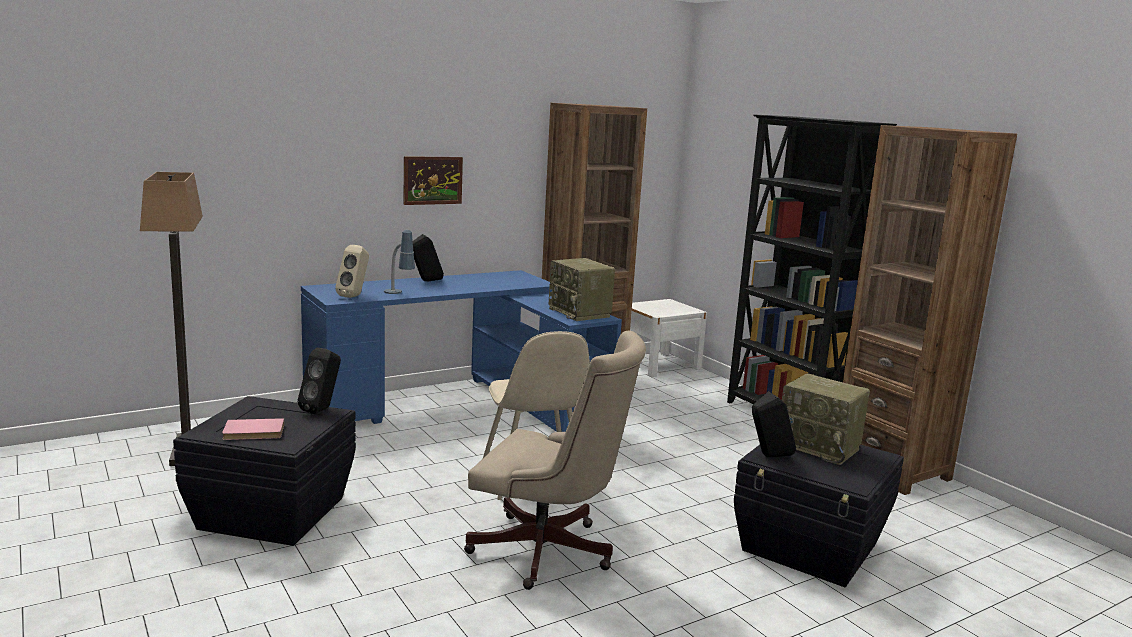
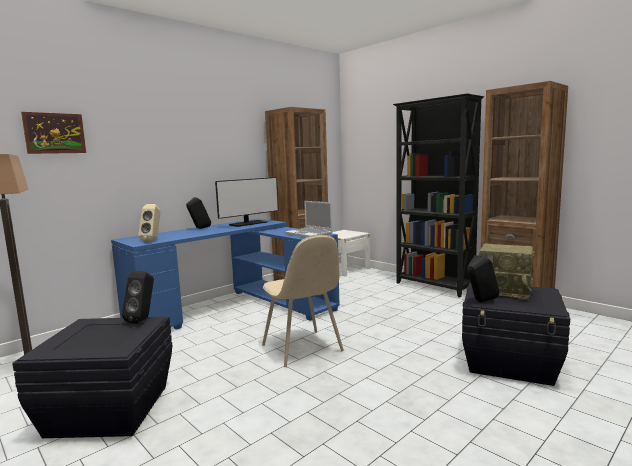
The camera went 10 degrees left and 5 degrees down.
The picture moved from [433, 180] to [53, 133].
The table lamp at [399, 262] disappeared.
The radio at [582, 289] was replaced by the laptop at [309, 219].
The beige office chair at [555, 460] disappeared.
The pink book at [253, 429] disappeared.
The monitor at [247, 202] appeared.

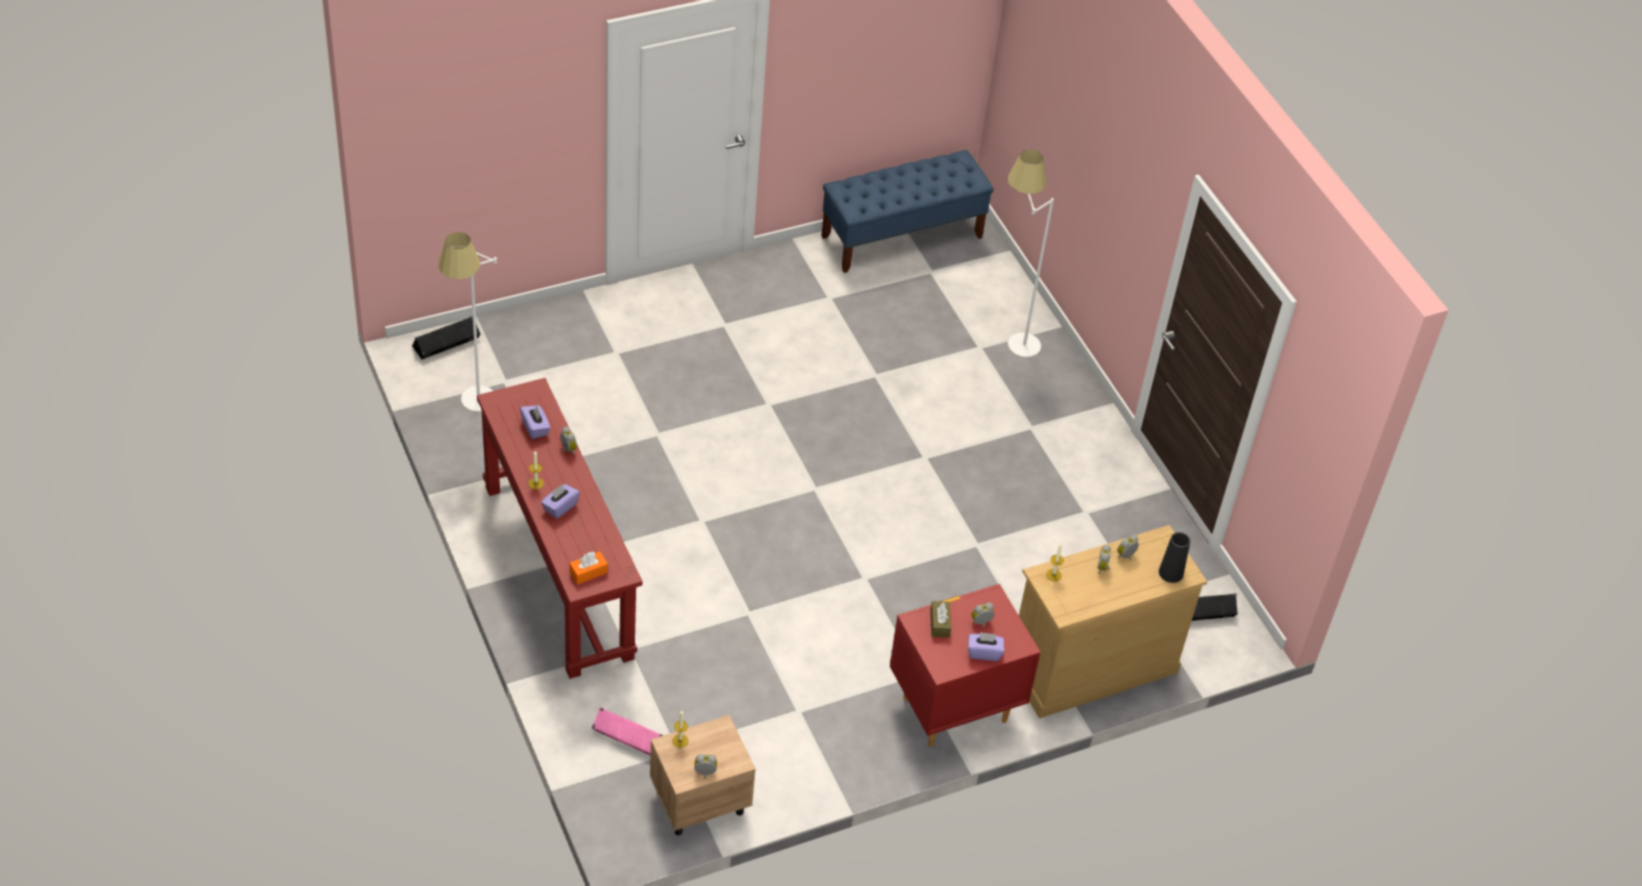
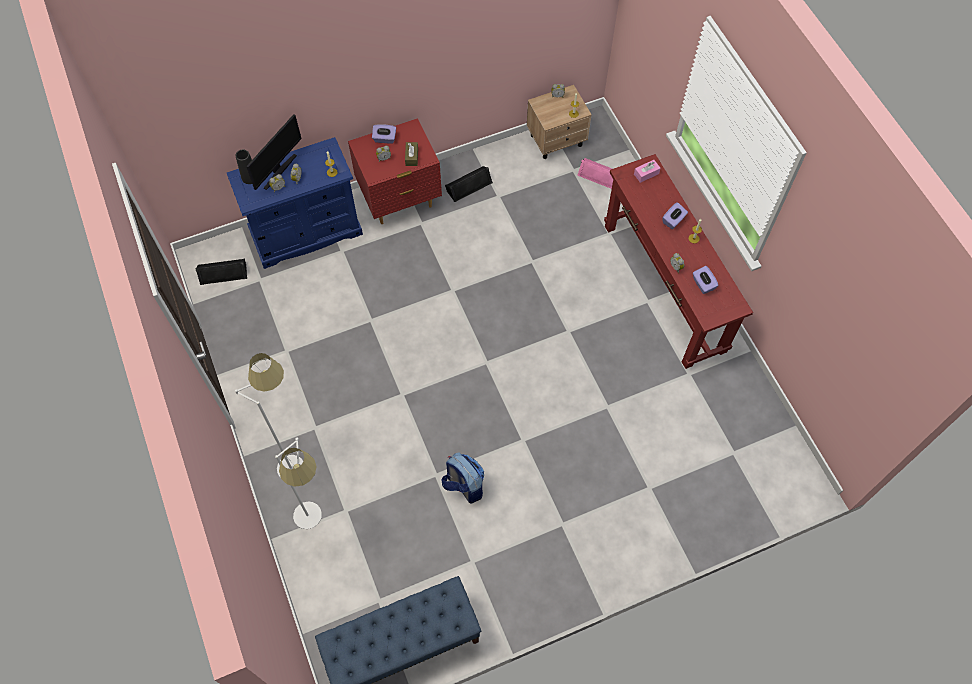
The camera went 175 degrees left and 15 degrees up.
The white floor lamp moved from [467, 322] to [269, 415].
The black speaker moved from [446, 337] to [469, 184].
The beige dresser at [1113, 621] became the blue dresser at [295, 203].
The orange tissue box at [588, 567] became the pink tissue box at [647, 171].
The monitor at [274, 152] appeared.
The backpack at [463, 478] appeared.

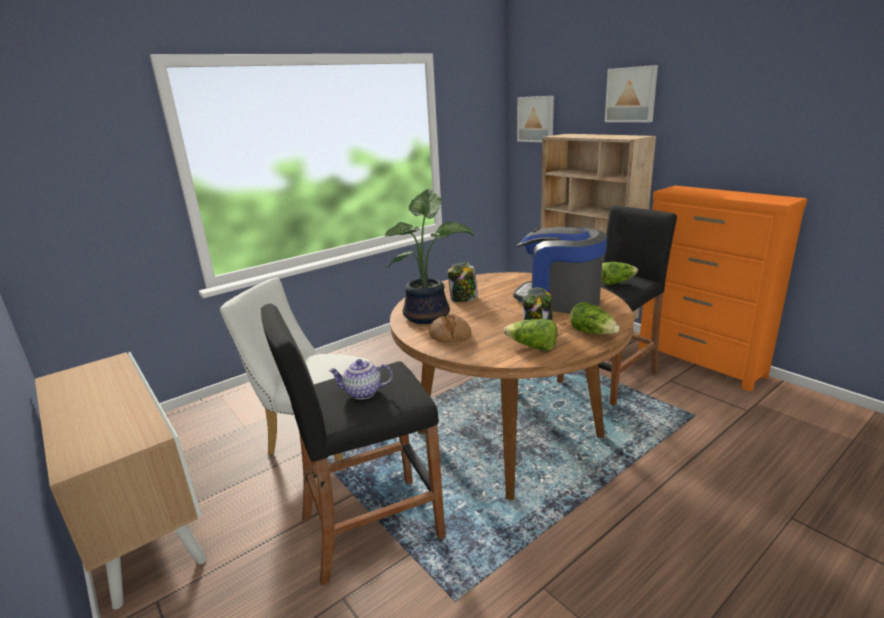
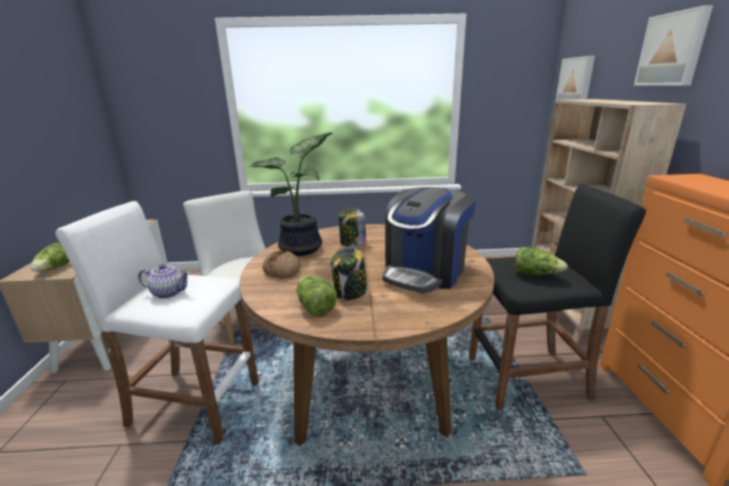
The camera went 35 degrees right and 0 degrees up.
The coffee machine at [560, 270] turned 120 degrees counterclockwise.
The lettuce moved from [595, 318] to [50, 257].
The black stool at [353, 444] became the white stool at [157, 322].
The teapot at [360, 379] turned 150 degrees clockwise.

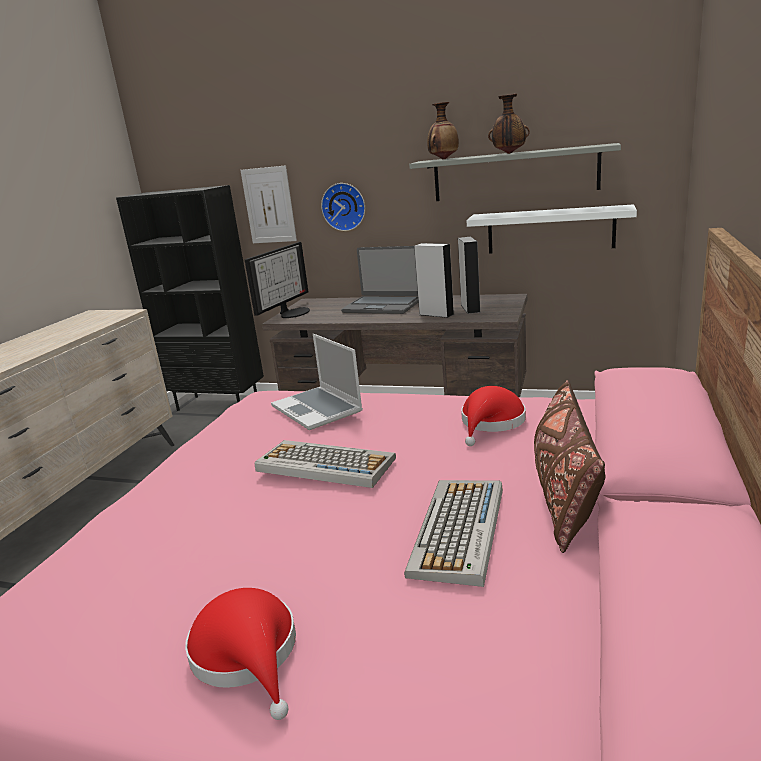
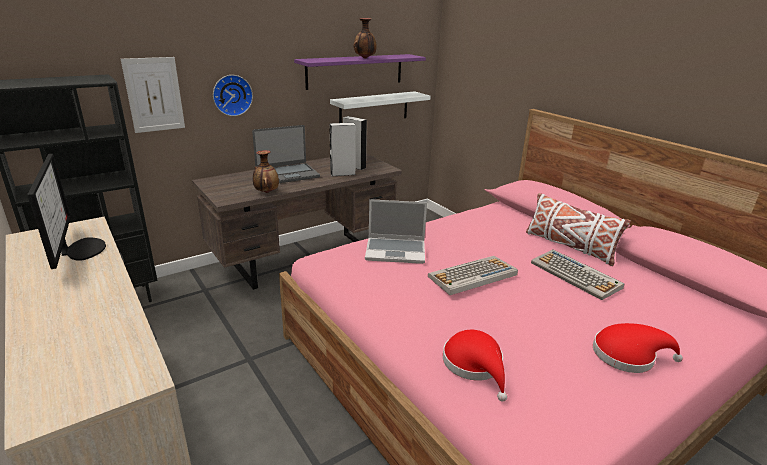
The camera went 55 degrees left and 5 degrees up.
The vase moved from [443, 130] to [266, 171].
The grey shelf at [515, 172] became the purple shelf at [360, 72].
The monitor moved from [277, 280] to [66, 211].
The brown pillow at [569, 466] became the white pillow at [578, 229].
The red hat moved from [493, 416] to [475, 365].

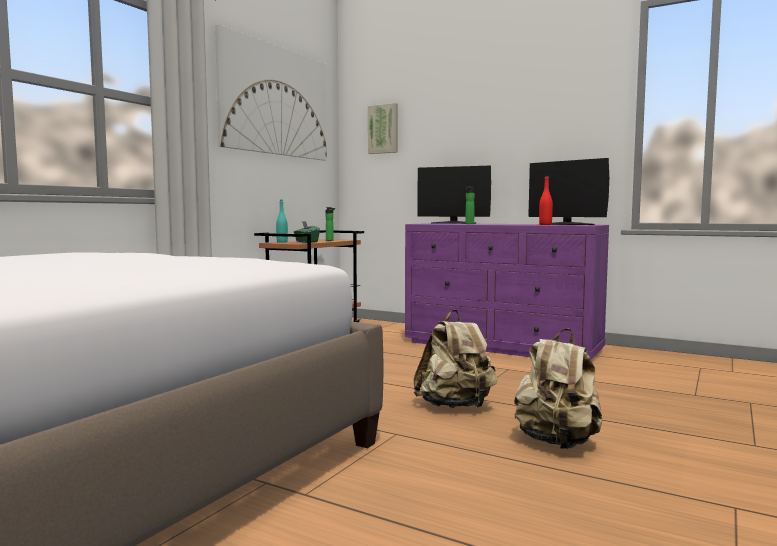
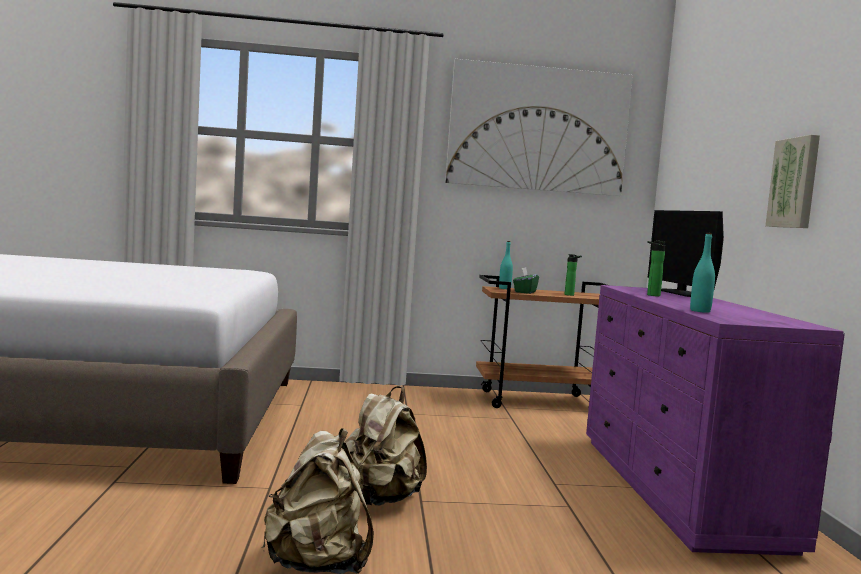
The camera went 55 degrees right and 0 degrees up.
The picture moved from [383, 128] to [792, 181].
The monitor at [568, 191] disappeared.
The red bottle at [546, 200] became the turquoise bottle at [702, 273].

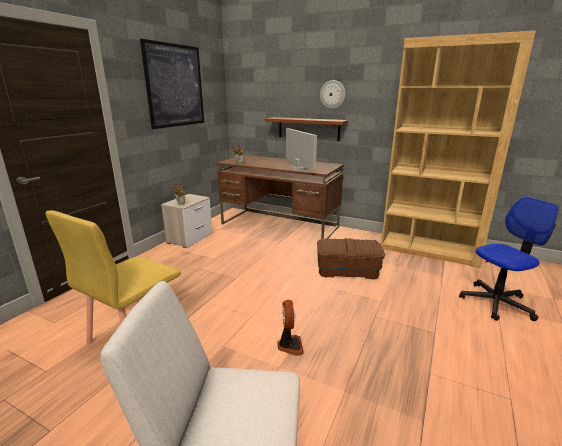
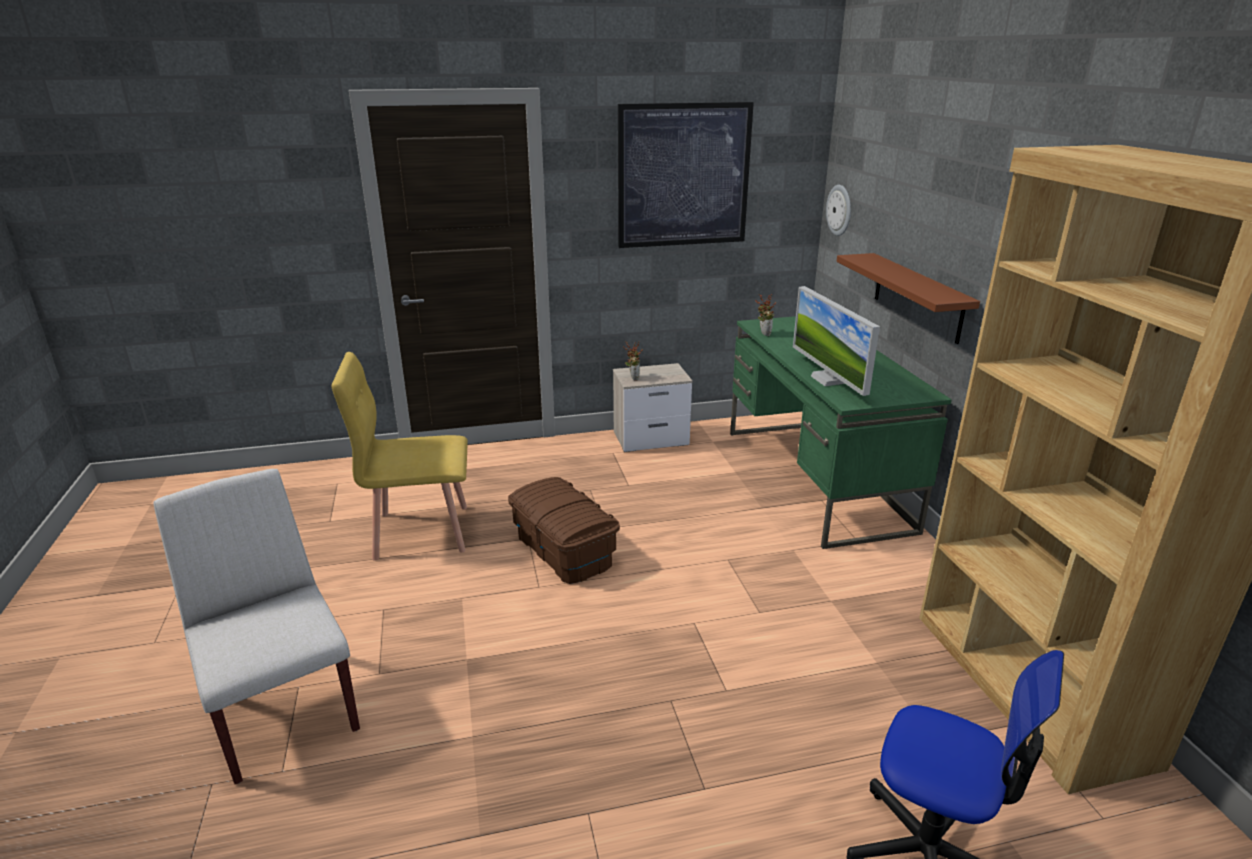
The camera went 50 degrees right and 5 degrees up.
The wall clock moved from [333, 94] to [838, 210].
The monitor at [301, 149] turned 135 degrees clockwise.
The brown desk at [280, 197] became the green desk at [841, 432].
The brown storage box moved from [351, 258] to [564, 530].
The fan at [290, 328] disappeared.

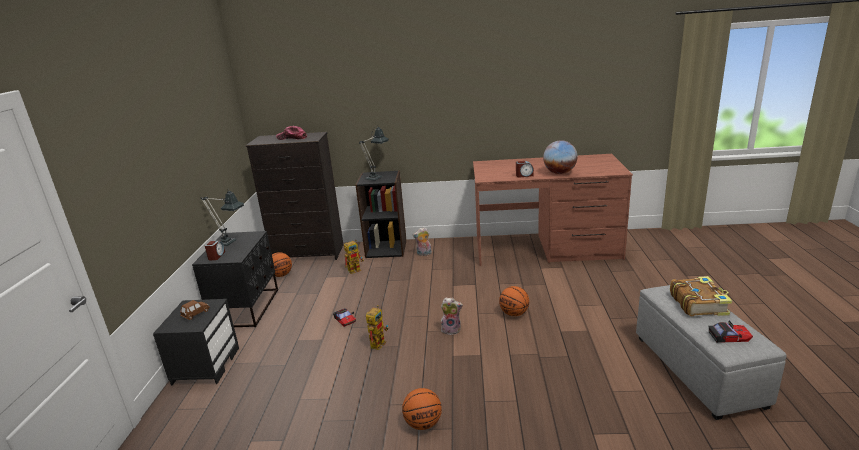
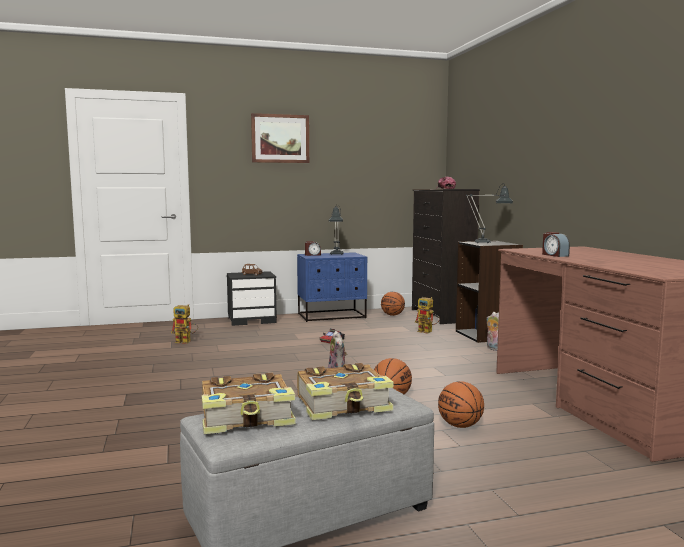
The camera went 70 degrees right and 15 degrees down.
The globe at [560, 157] disappeared.
The black nightstand at [235, 279] became the blue nightstand at [332, 287].
The toy robot moved from [377, 327] to [184, 324].
The toy car at [730, 331] was replaced by the book at [249, 403].
The basketball moved from [422, 409] to [461, 404].
The picture at [280, 138] appeared.

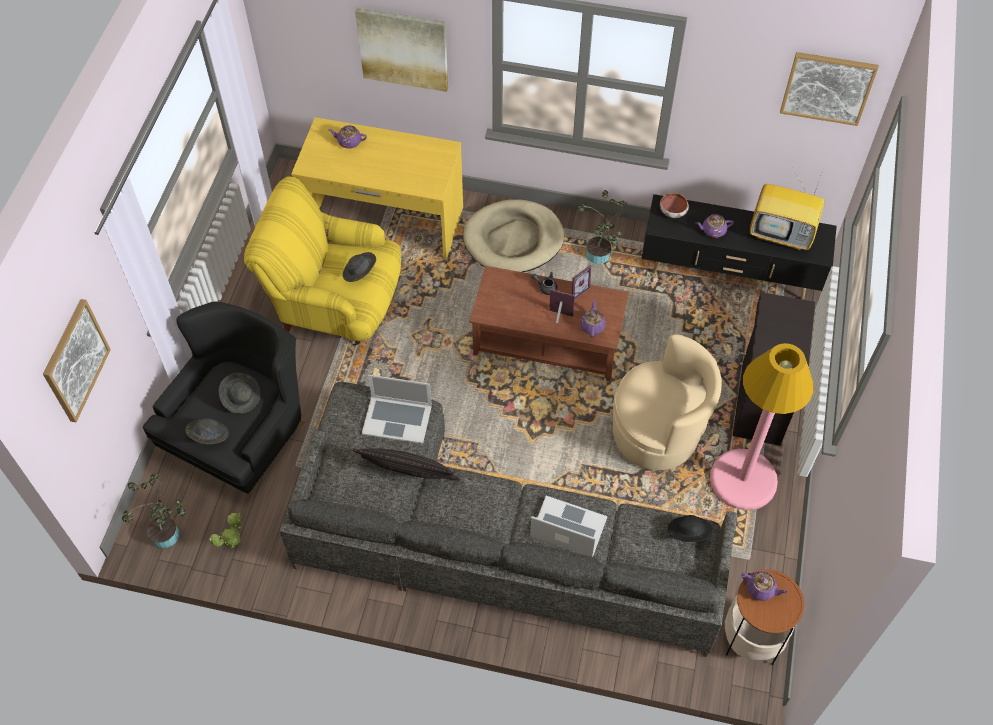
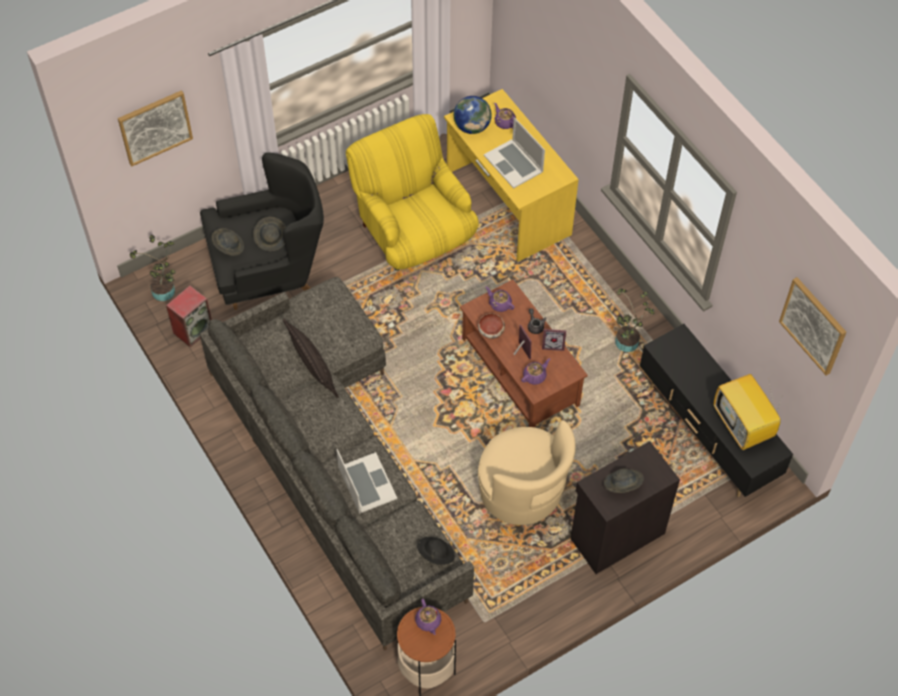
The camera went 45 degrees right and 0 degrees up.
The picture at [401, 50] disappeared.
The bowl moved from [674, 205] to [491, 326].
The beige dog bed at [514, 235] disappeared.
The purple teapot moved from [715, 226] to [500, 299].
The grey hat moved from [359, 267] to [624, 480].
The pink floor lamp at [762, 426] disappeared.
The laptop moved from [397, 409] to [514, 153].
The potted plant at [225, 531] was replaced by the speaker at [189, 316].
The globe at [473, 115] appeared.

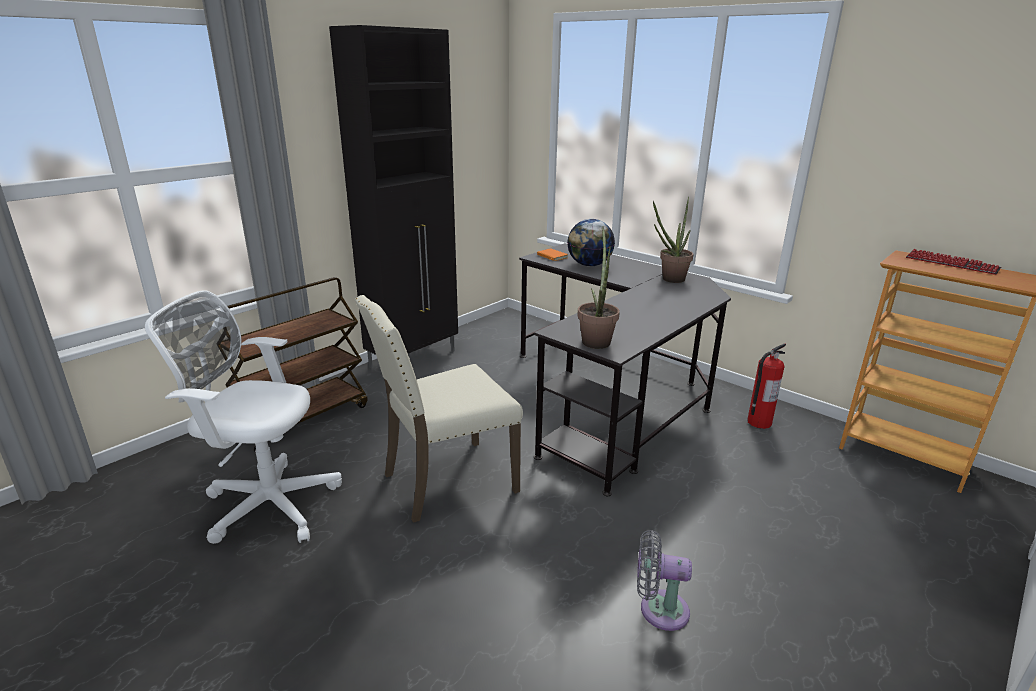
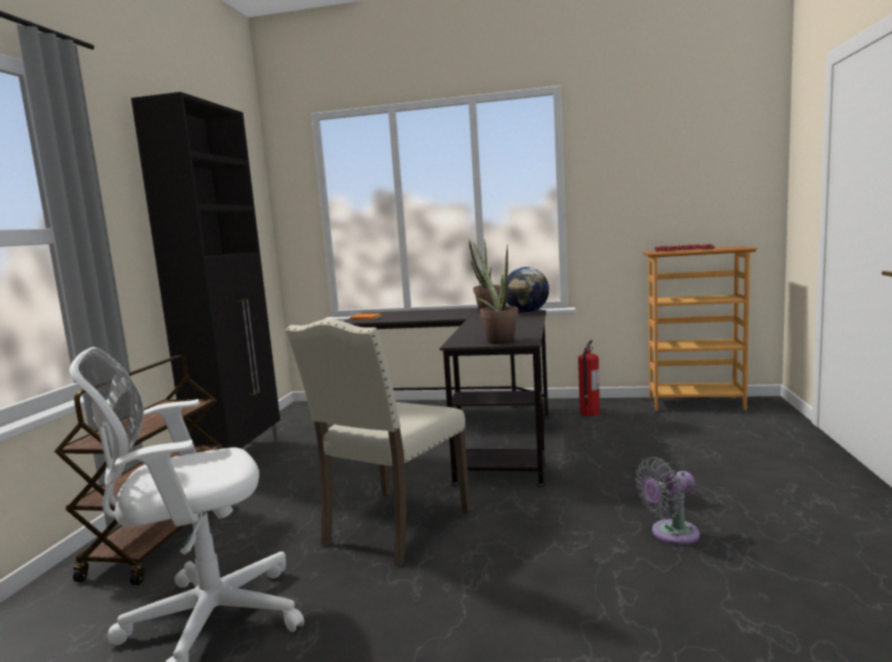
The camera went 30 degrees left and 15 degrees down.
The globe moved from [591, 242] to [528, 290].

